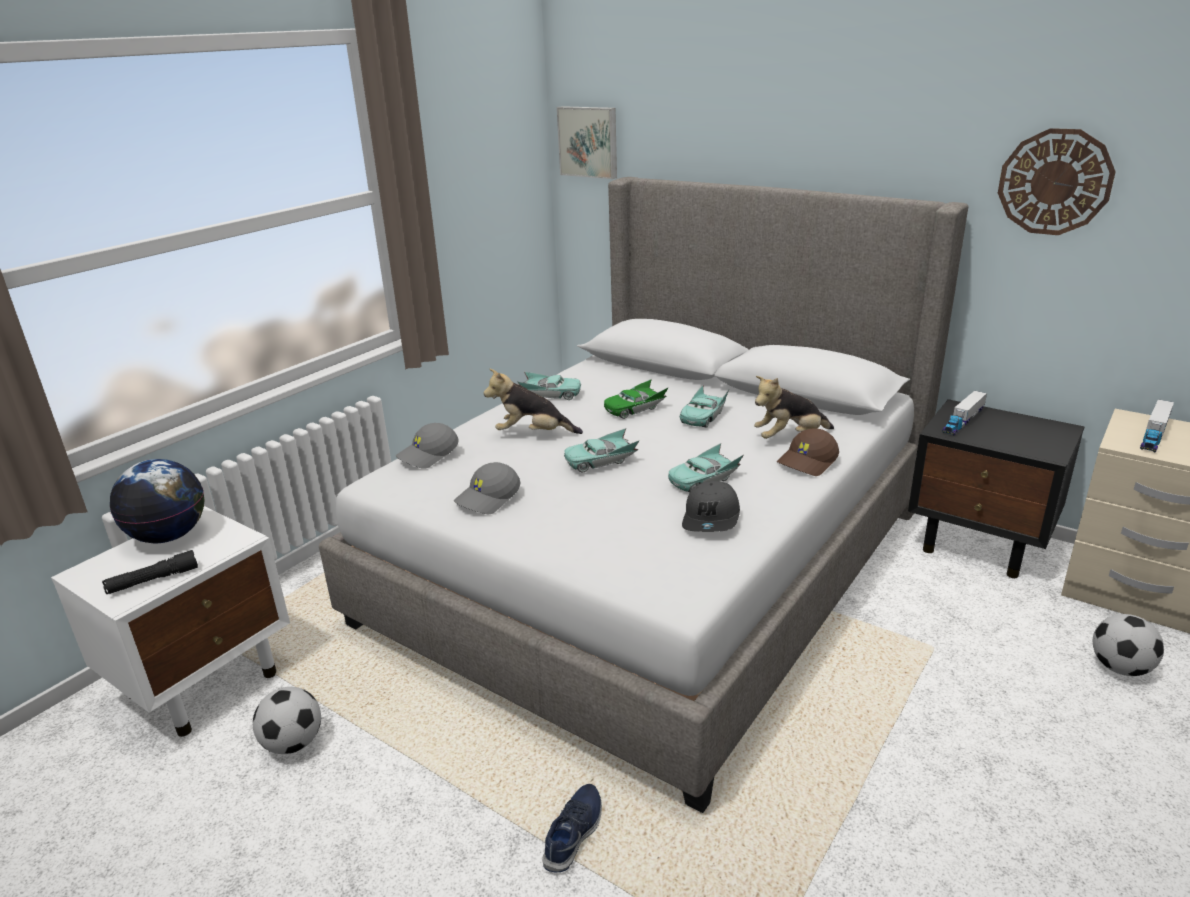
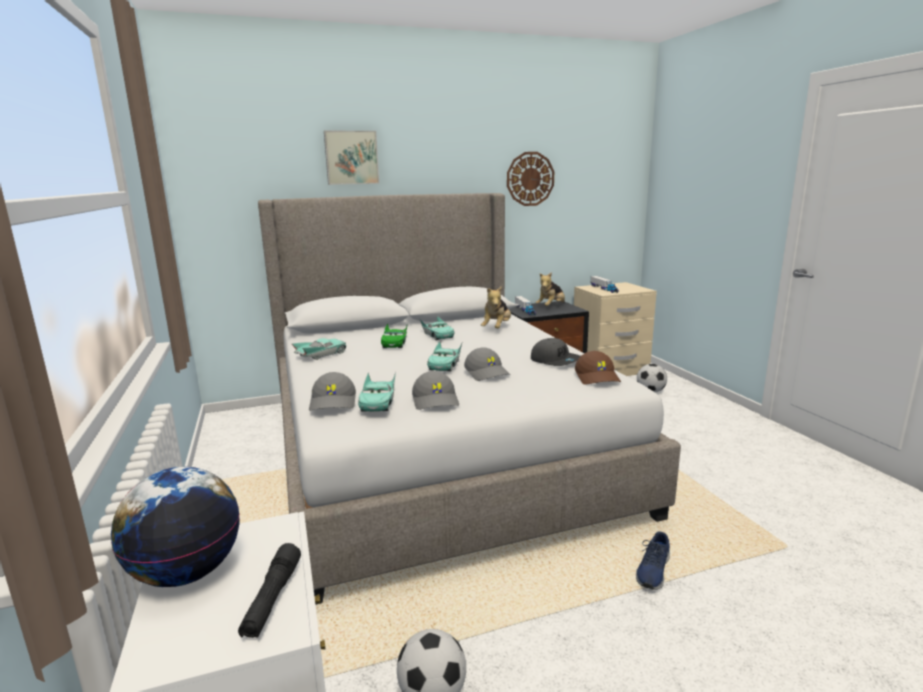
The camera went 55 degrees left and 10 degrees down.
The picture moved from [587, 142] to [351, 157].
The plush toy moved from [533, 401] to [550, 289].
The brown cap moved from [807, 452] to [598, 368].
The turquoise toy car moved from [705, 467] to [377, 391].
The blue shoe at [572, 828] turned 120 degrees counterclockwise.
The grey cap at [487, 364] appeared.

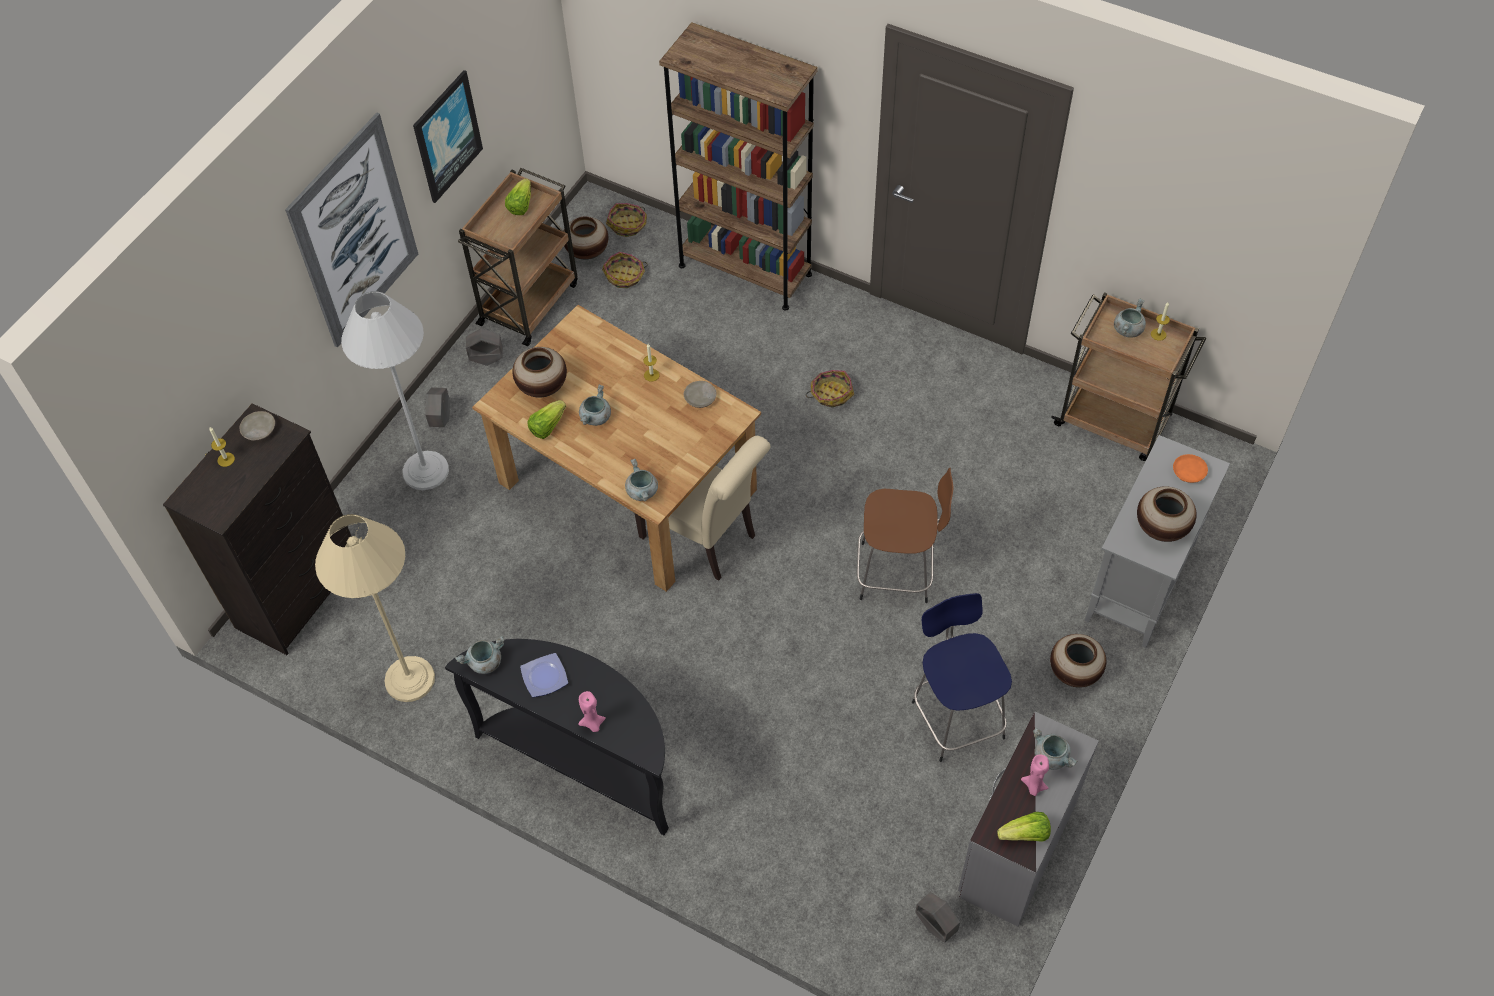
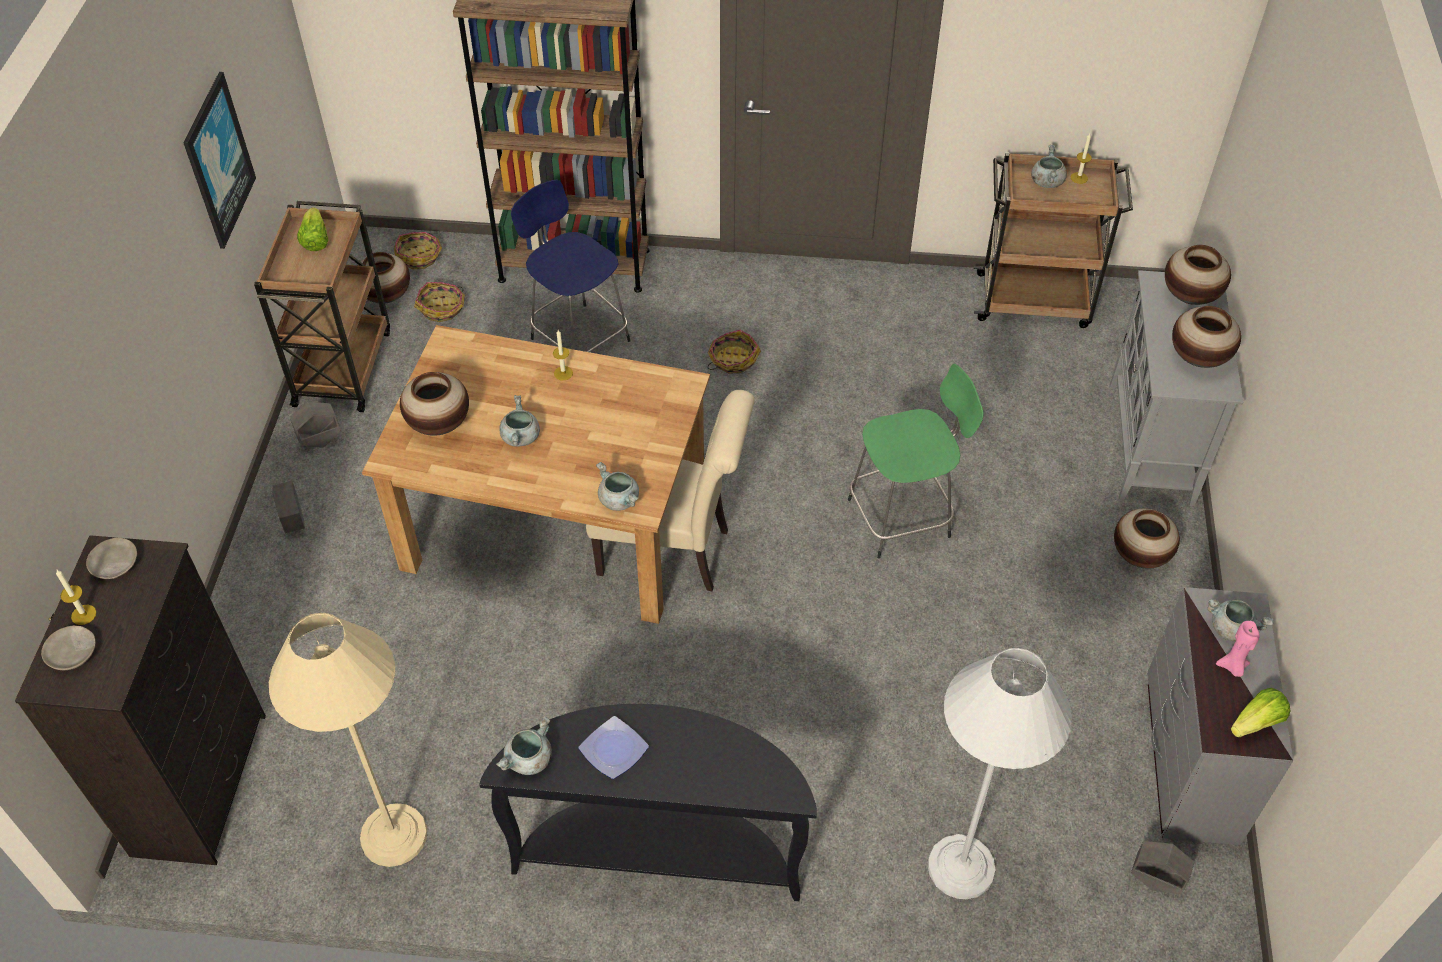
The camera went 25 degrees left and 5 degrees down.
The picture at [351, 230] disappeared.
The white floor lamp moved from [395, 390] to [1000, 773].
The beige plate moved from [700, 394] to [68, 647].
The lettuce at [546, 419] disappeared.
The orange plate at [1190, 468] was replaced by the vase at [1198, 275].
The brown stool at [905, 535] became the green stool at [916, 461].
The blue stool moved from [962, 677] to [571, 266].
The pink candle at [592, 711] disappeared.

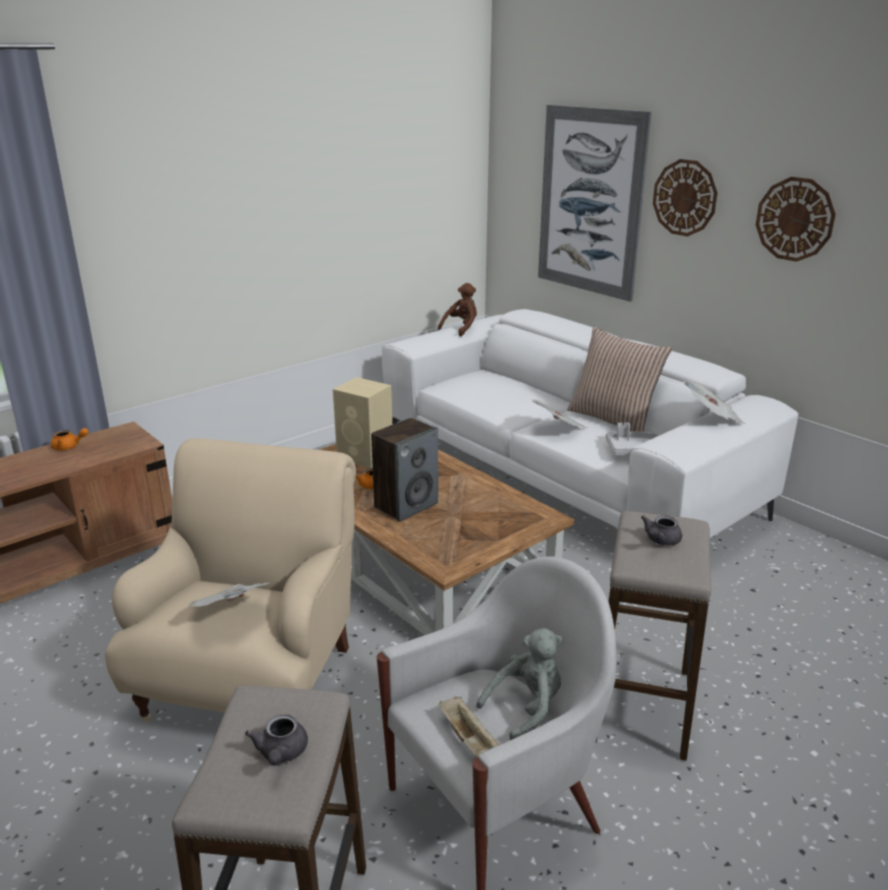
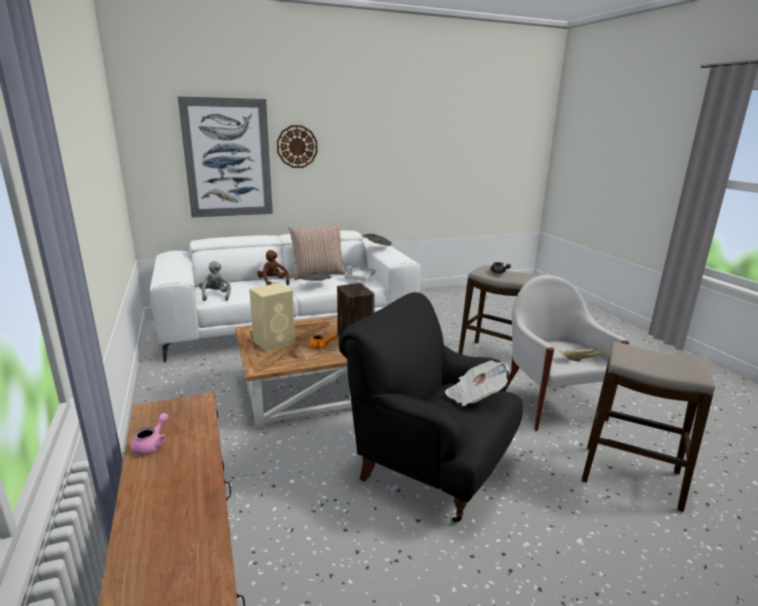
The camera went 70 degrees left and 5 degrees down.
The wall clock at [796, 219] disappeared.
The brown plush toy moved from [457, 309] to [273, 267].
The orange teapot at [70, 439] became the pink teapot at [149, 434].
The beige armchair at [230, 580] became the black armchair at [431, 407].
The grey plush toy moved from [519, 684] to [215, 281].
The grey teapot at [276, 739] disappeared.

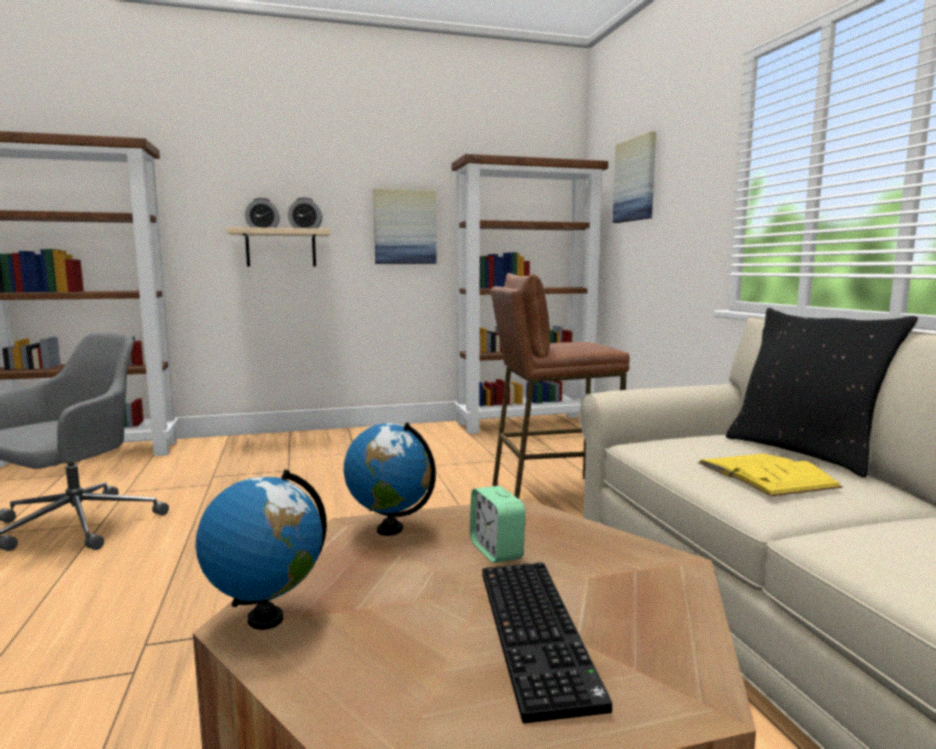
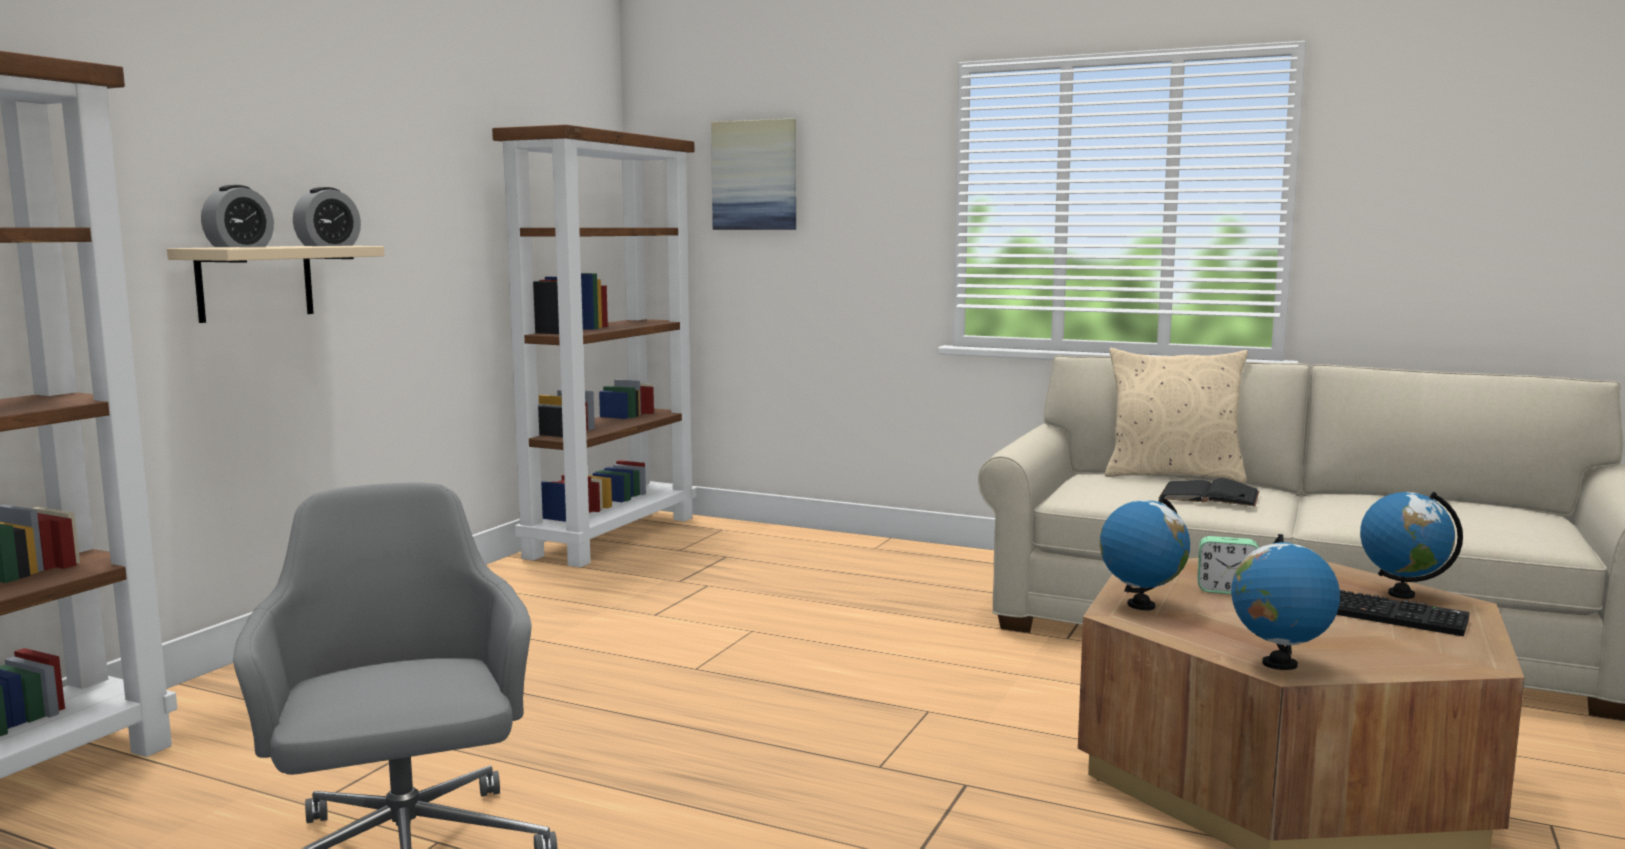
The camera went 50 degrees left and 0 degrees up.
The picture at [405, 226] disappeared.
The brown stool at [560, 386] disappeared.
The black pillow at [822, 393] became the beige pillow at [1176, 415].
The yellow book at [770, 475] became the black book at [1208, 492].
The globe at [1411, 545] appeared.

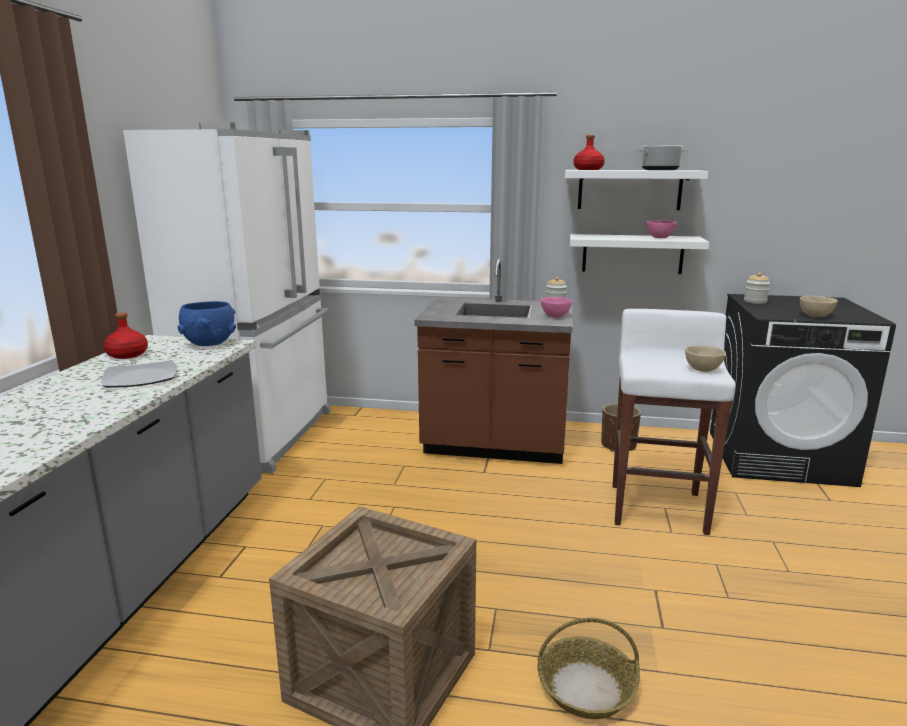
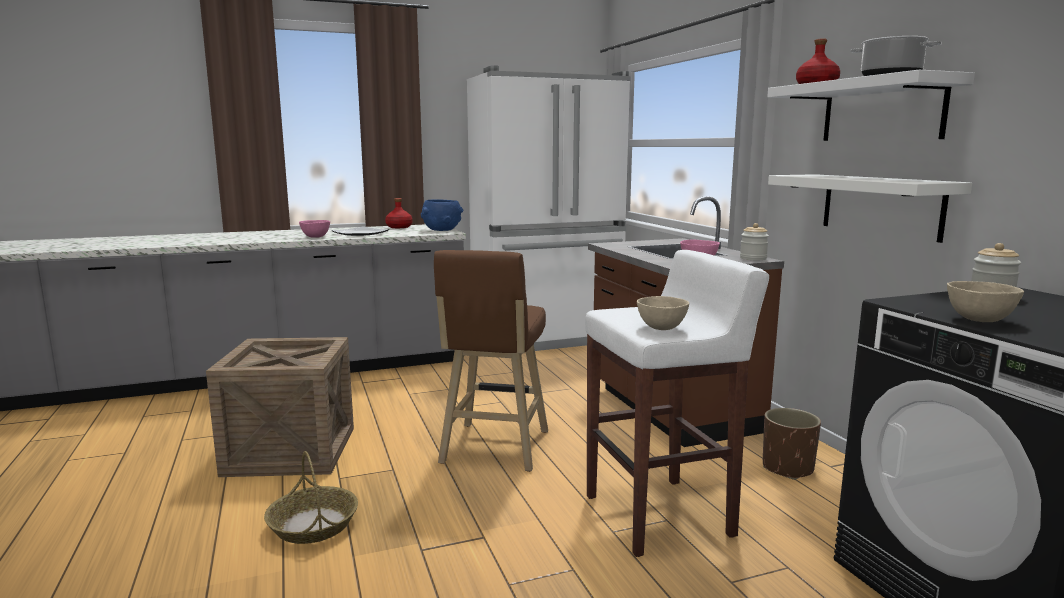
The camera went 60 degrees right and 5 degrees down.
The pink bowl moved from [661, 229] to [314, 229].
The brown stool at [491, 361] appeared.

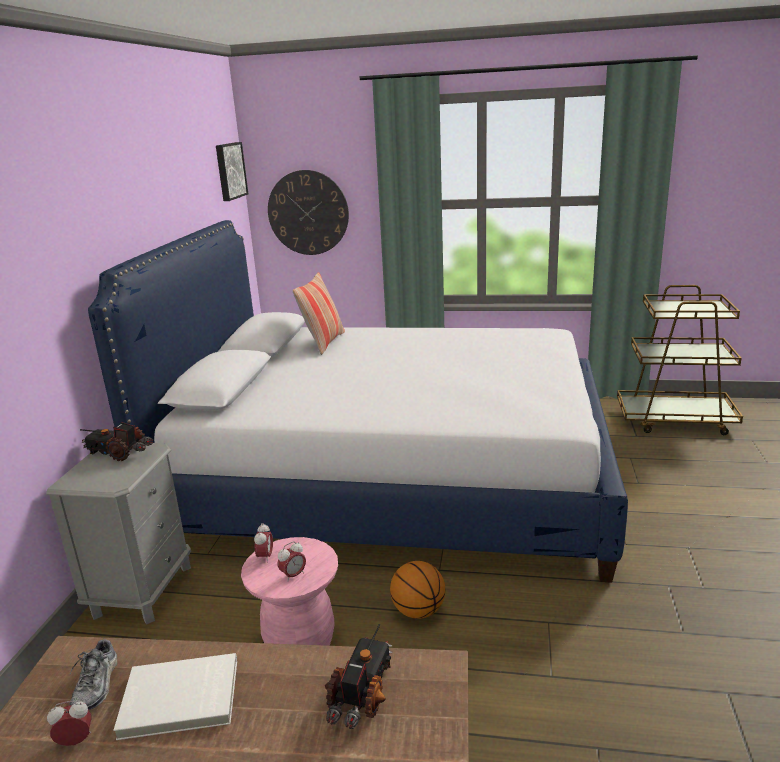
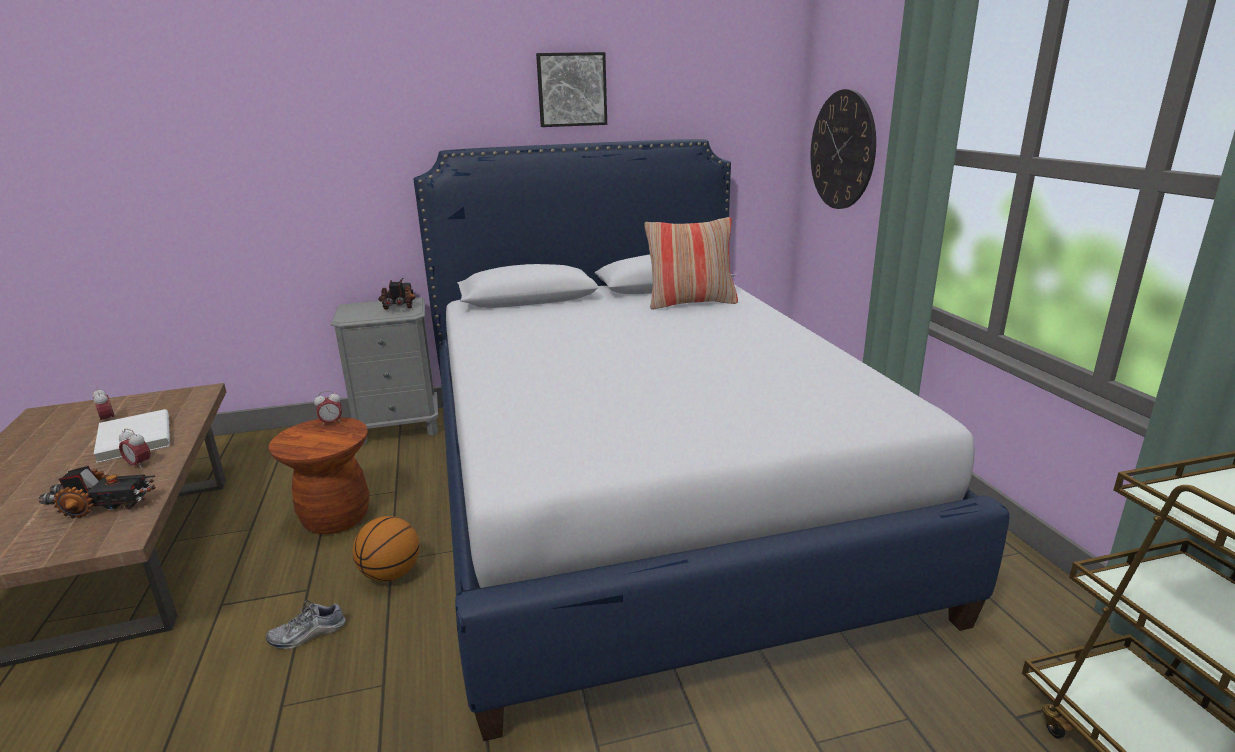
The camera went 65 degrees right and 0 degrees up.
The picture moved from [232, 171] to [571, 89].
The pink stool at [289, 591] became the brown stool at [319, 475].
The alarm clock moved from [291, 561] to [135, 449].
The shoe moved from [93, 674] to [306, 625].

